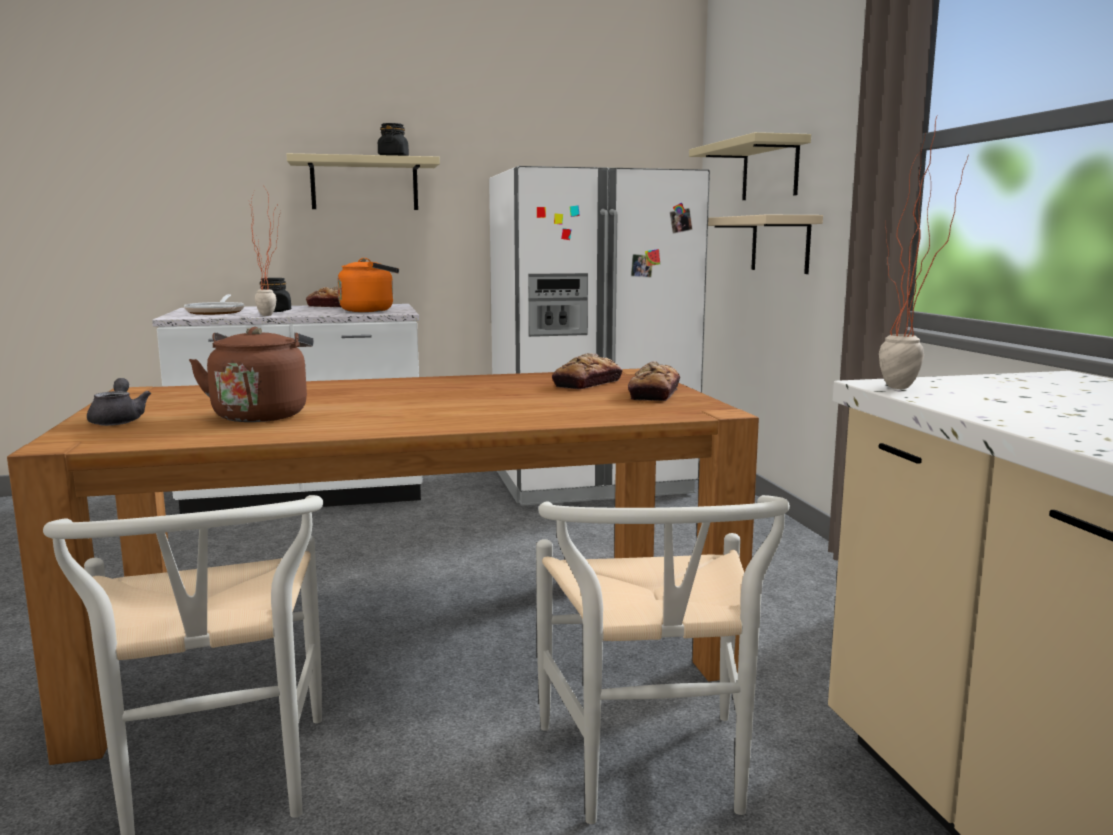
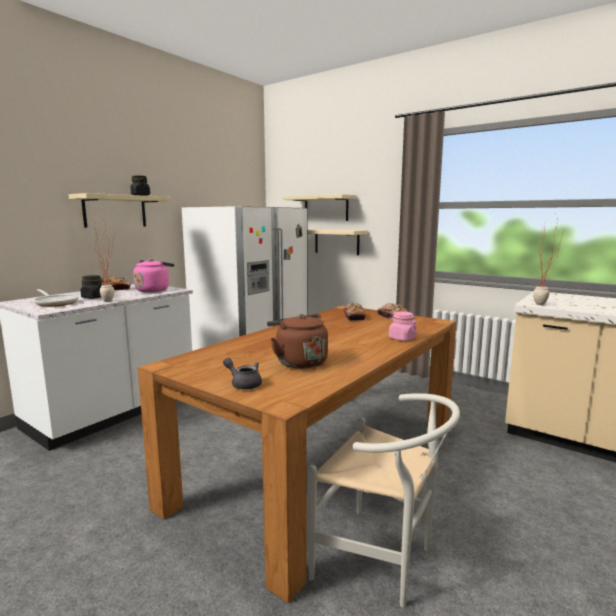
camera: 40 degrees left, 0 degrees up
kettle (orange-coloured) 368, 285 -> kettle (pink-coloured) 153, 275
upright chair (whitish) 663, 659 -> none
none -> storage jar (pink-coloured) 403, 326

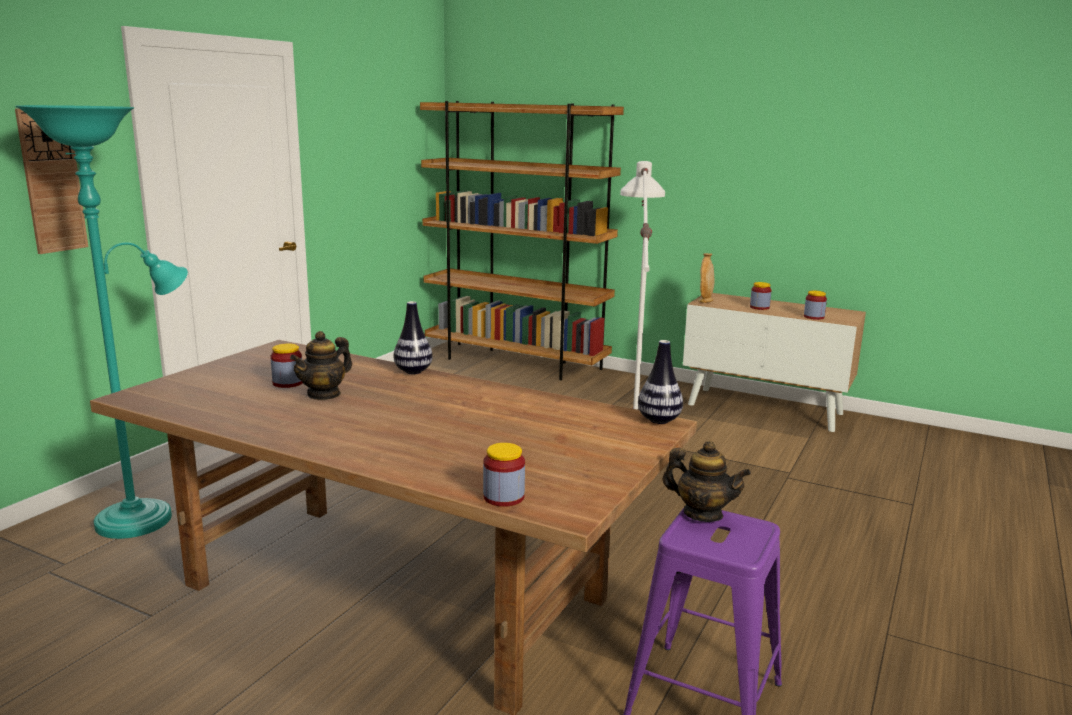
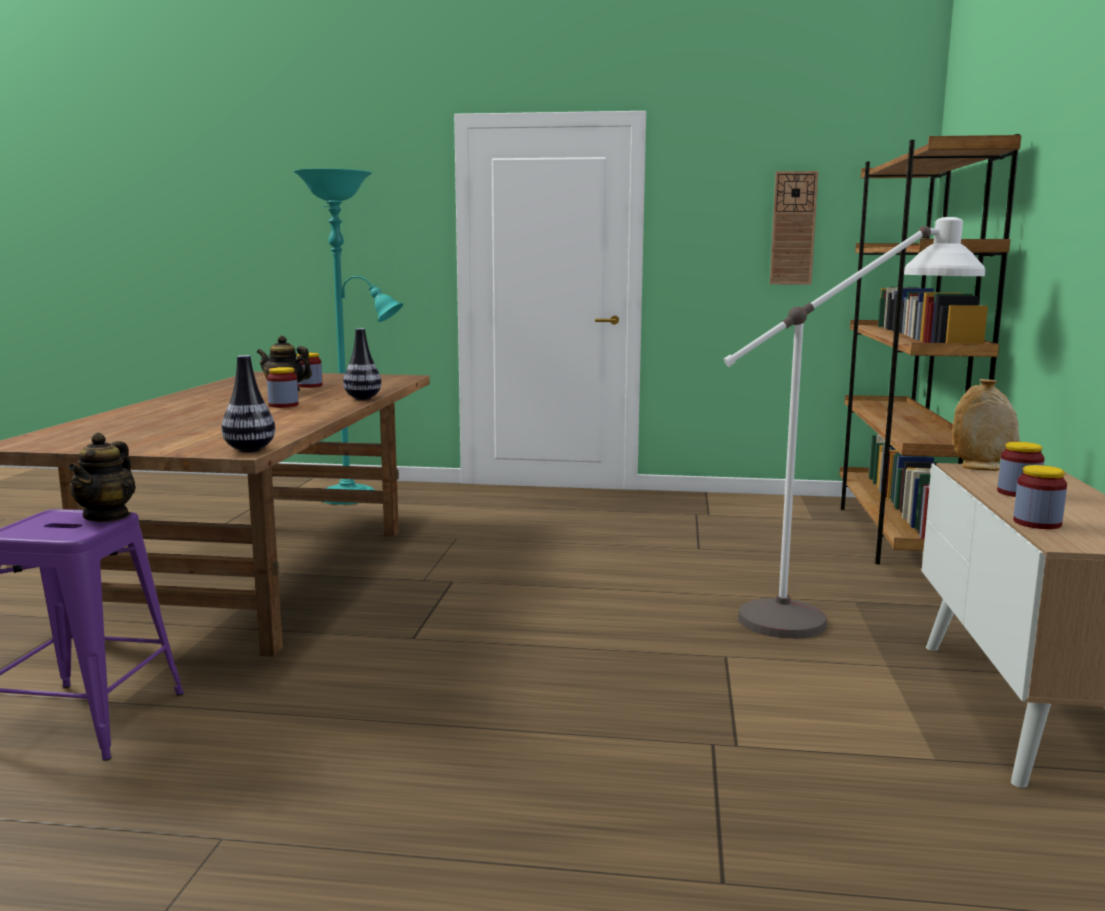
camera: 70 degrees right, 5 degrees down
hanging clock 52, 181 -> hanging clock 794, 228, relocated
storage jar 504, 475 -> storage jar 282, 387, relocated

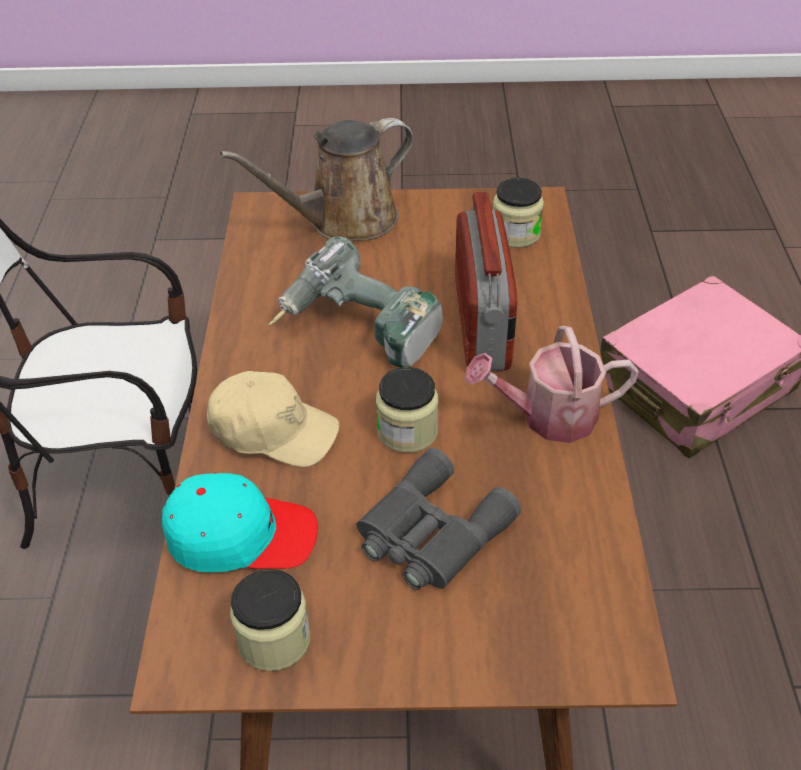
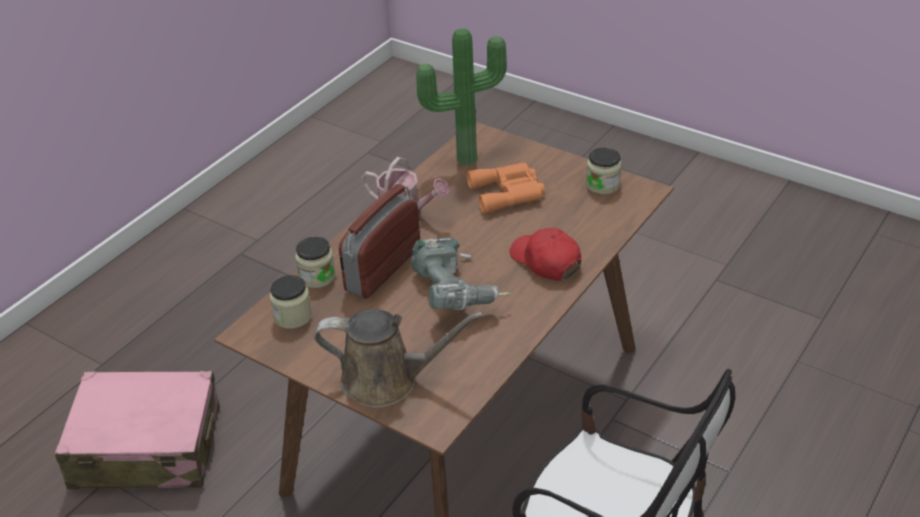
camera: 145 degrees left, 5 degrees down
cap (turquoise-coloured) 240, 522 -> none
cap (sand-coloured) 273, 419 -> cap (red) 545, 254
field glasses (greyish) 439, 519 -> field glasses (orange-coloured) 505, 188
storage jar 407, 410 -> storage jar 315, 262, relocated
none -> potted plant 461, 97

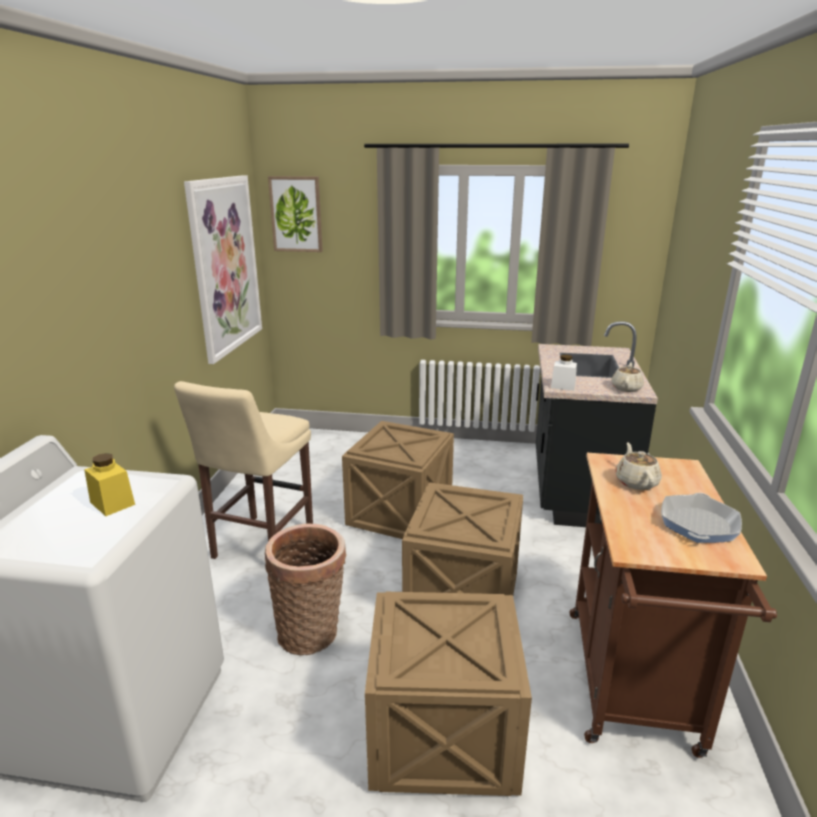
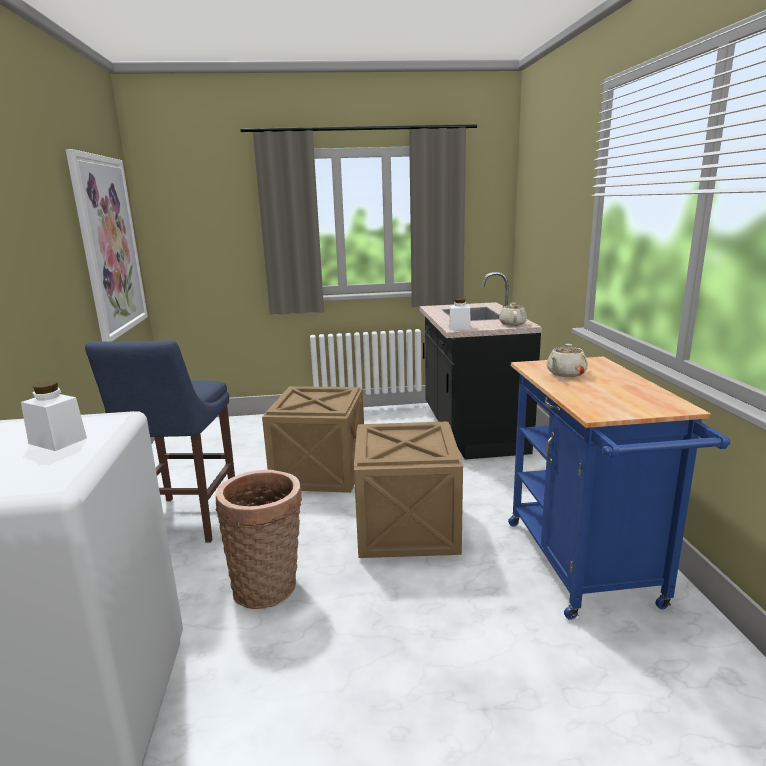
camera: 15 degrees left, 5 degrees down
storage jar (yellow-coloured) 109, 484 -> storage jar (whitish) 54, 416
stool seat (sand-coloured) 243, 470 -> stool seat (blue) 160, 441
wall art 295, 214 -> none
packing crate 448, 694 -> none
trolley (brown-coloured) 673, 605 -> trolley (blue) 619, 488
tea pot (sand-coloured) 638, 466 -> tea pot (sand-coloured) 567, 360, 120 degrees counterclockwise
skillet 701, 518 -> none

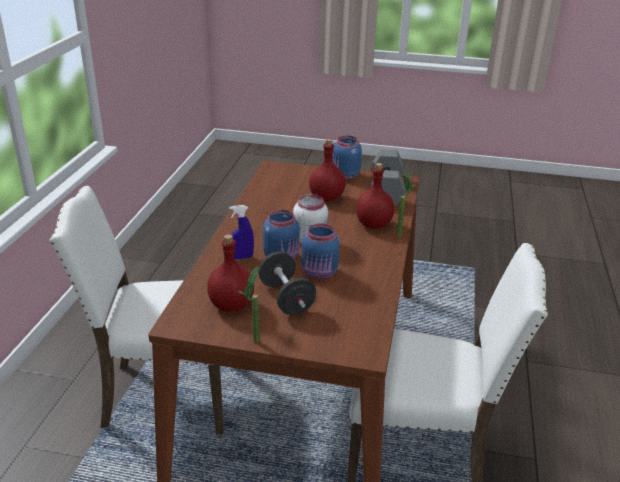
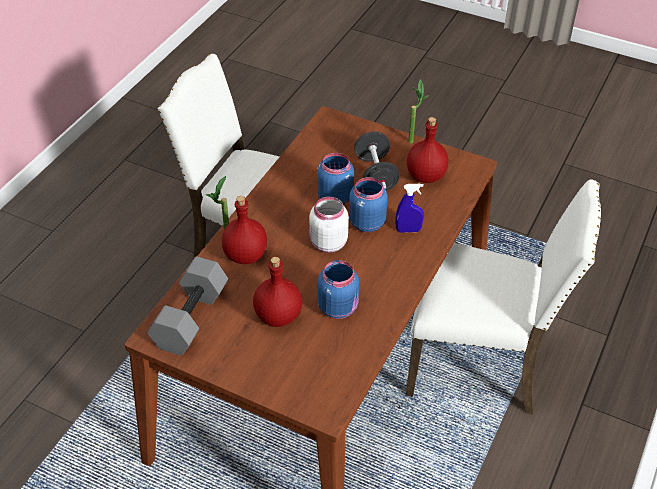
camera: 165 degrees left, 15 degrees up
storage jar (blue) 347, 157 -> storage jar (blue) 338, 289, relocated

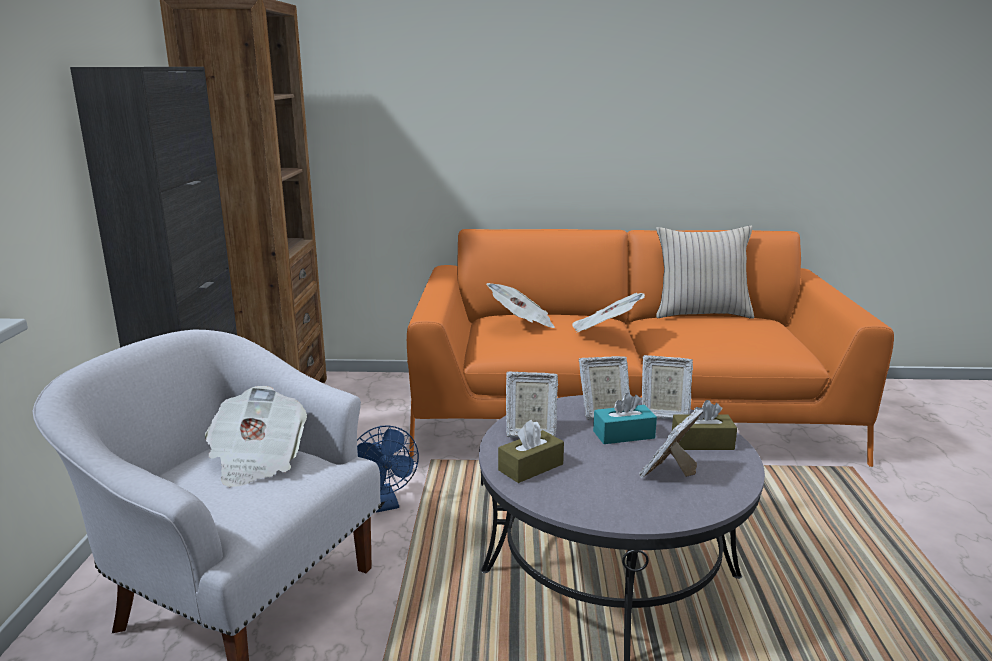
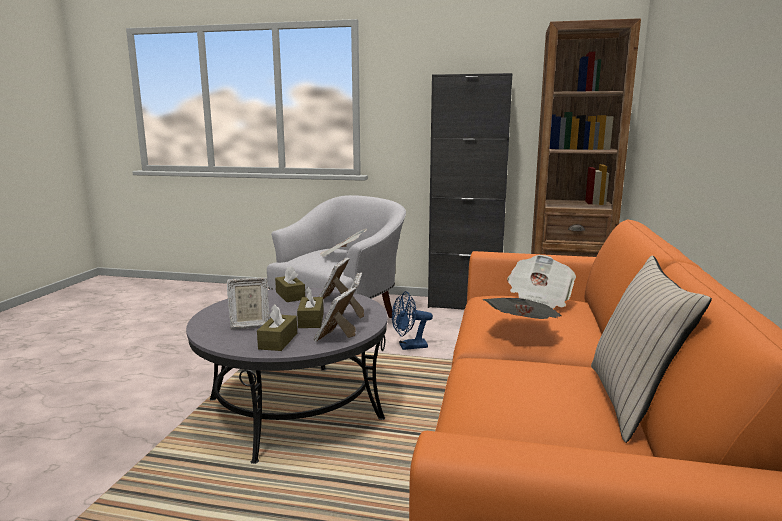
camera: 100 degrees right, 5 degrees down
tissue holder (turquoise-coloured) 625, 418 -> tissue holder (brown-coloured) 310, 307
picture frame 671, 443 -> picture frame 248, 304, 120 degrees clockwise

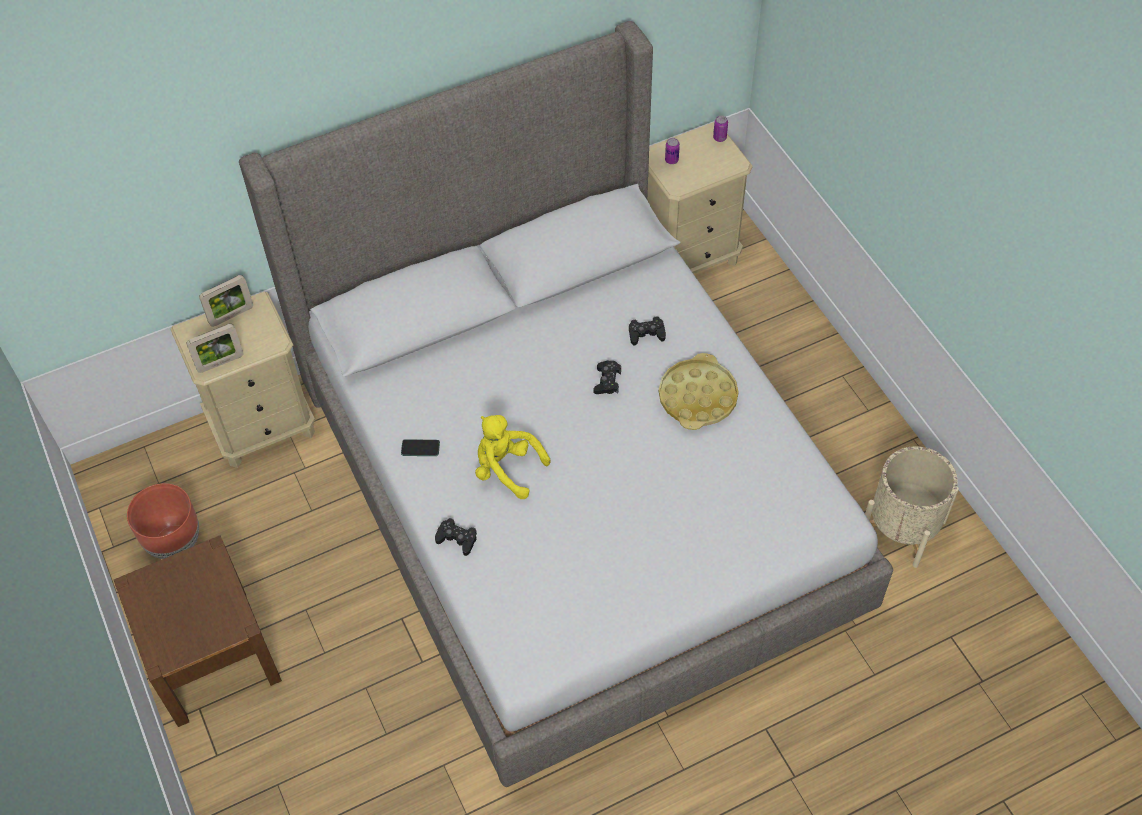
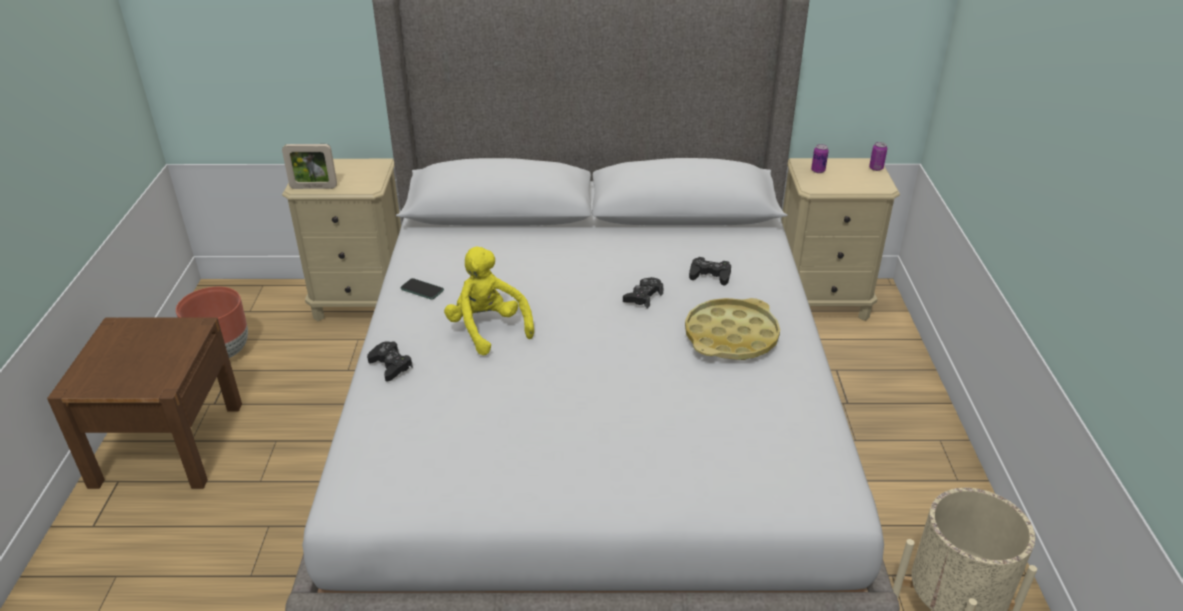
camera: 25 degrees right, 20 degrees down
picture frame 226, 301 -> none

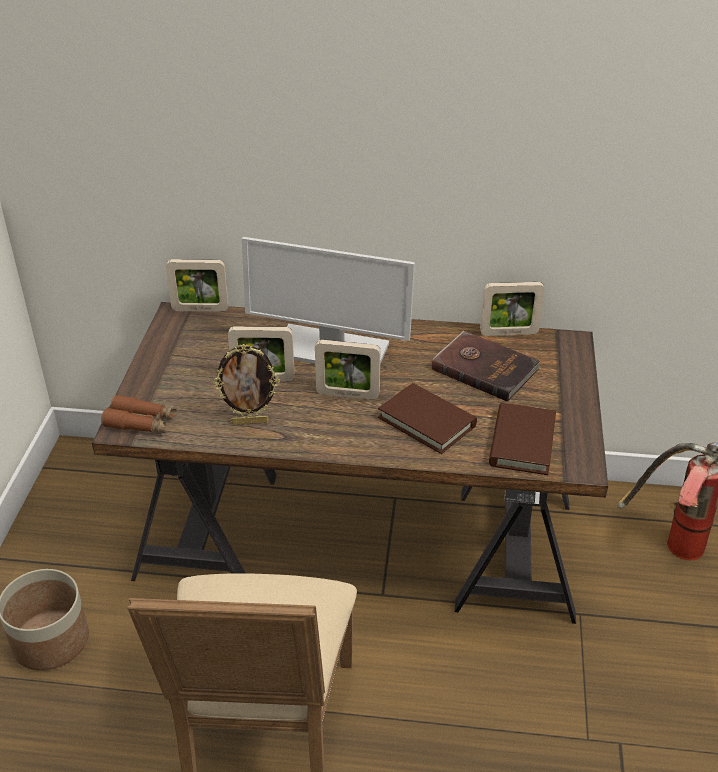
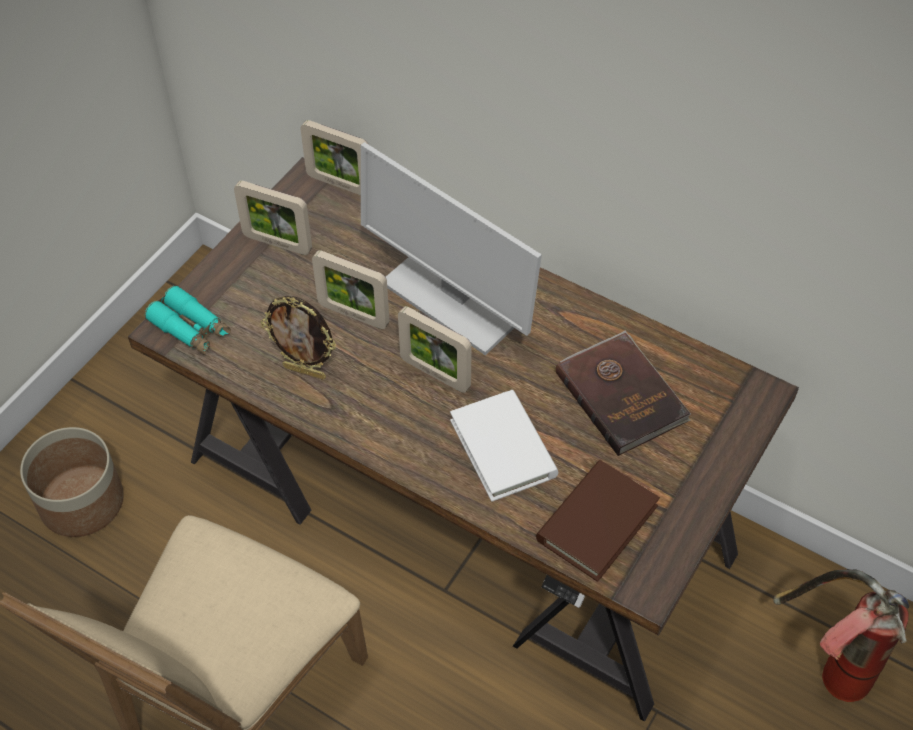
camera: 25 degrees right, 15 degrees up
field glasses (brown-coloured) 139, 414 -> field glasses (turquoise-coloured) 188, 320
bound book (brown-coloured) 427, 418 -> bound book (whitish) 504, 446
picture frame 512, 309 -> picture frame 273, 217, relocated

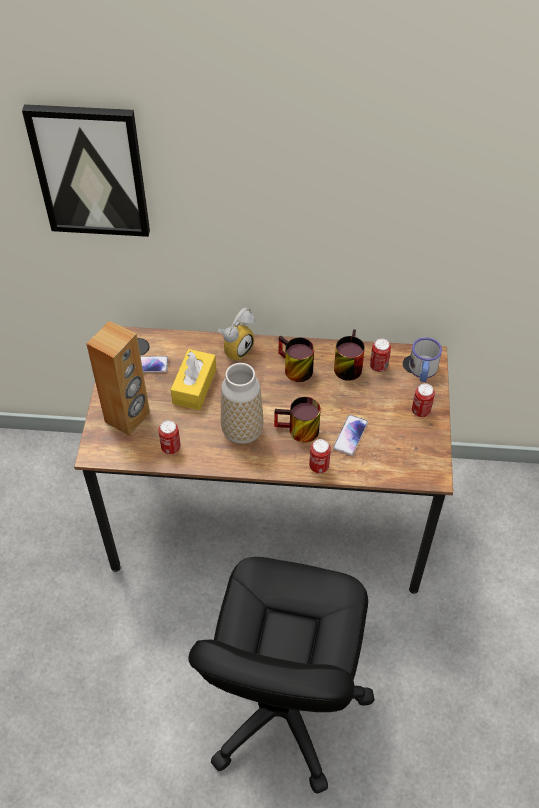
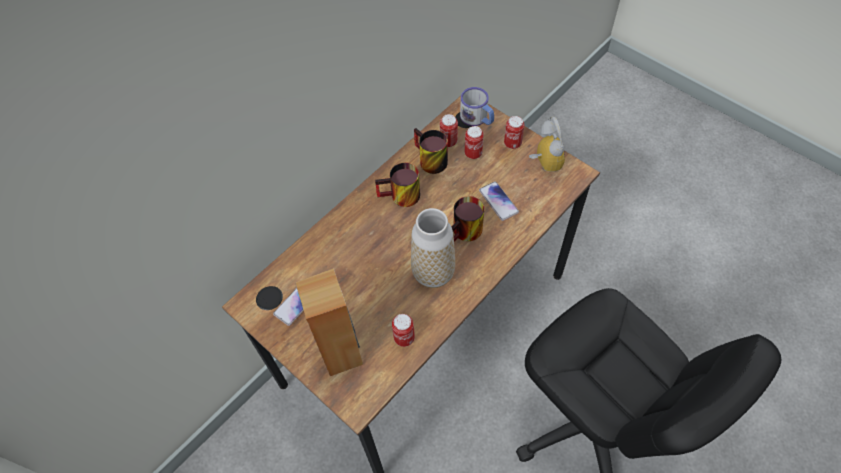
camera: 50 degrees left, 5 degrees up
wall art 86, 170 -> none
tissue holder (yellow-coloured) 193, 379 -> none
table clock 236, 335 -> table clock 547, 144, relocated
can 320, 456 -> can 474, 142, relocated

